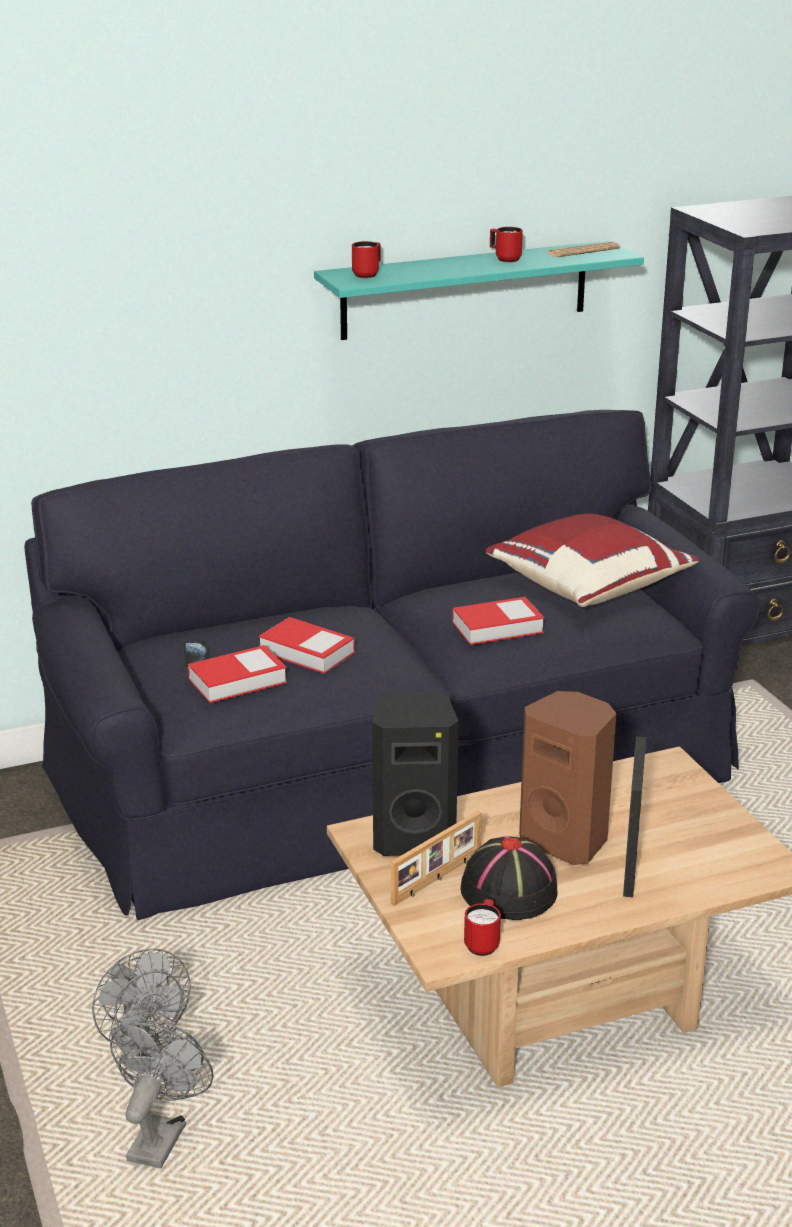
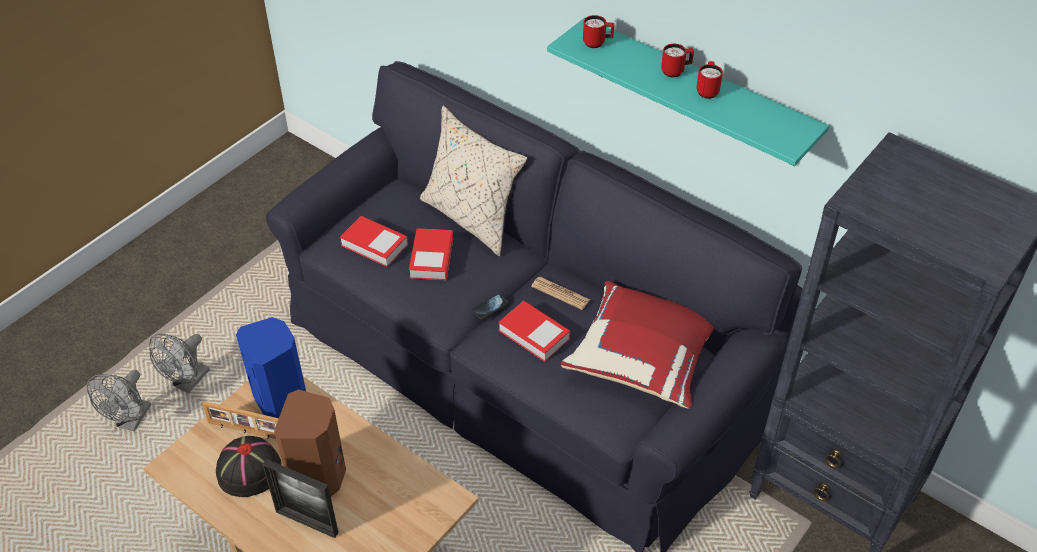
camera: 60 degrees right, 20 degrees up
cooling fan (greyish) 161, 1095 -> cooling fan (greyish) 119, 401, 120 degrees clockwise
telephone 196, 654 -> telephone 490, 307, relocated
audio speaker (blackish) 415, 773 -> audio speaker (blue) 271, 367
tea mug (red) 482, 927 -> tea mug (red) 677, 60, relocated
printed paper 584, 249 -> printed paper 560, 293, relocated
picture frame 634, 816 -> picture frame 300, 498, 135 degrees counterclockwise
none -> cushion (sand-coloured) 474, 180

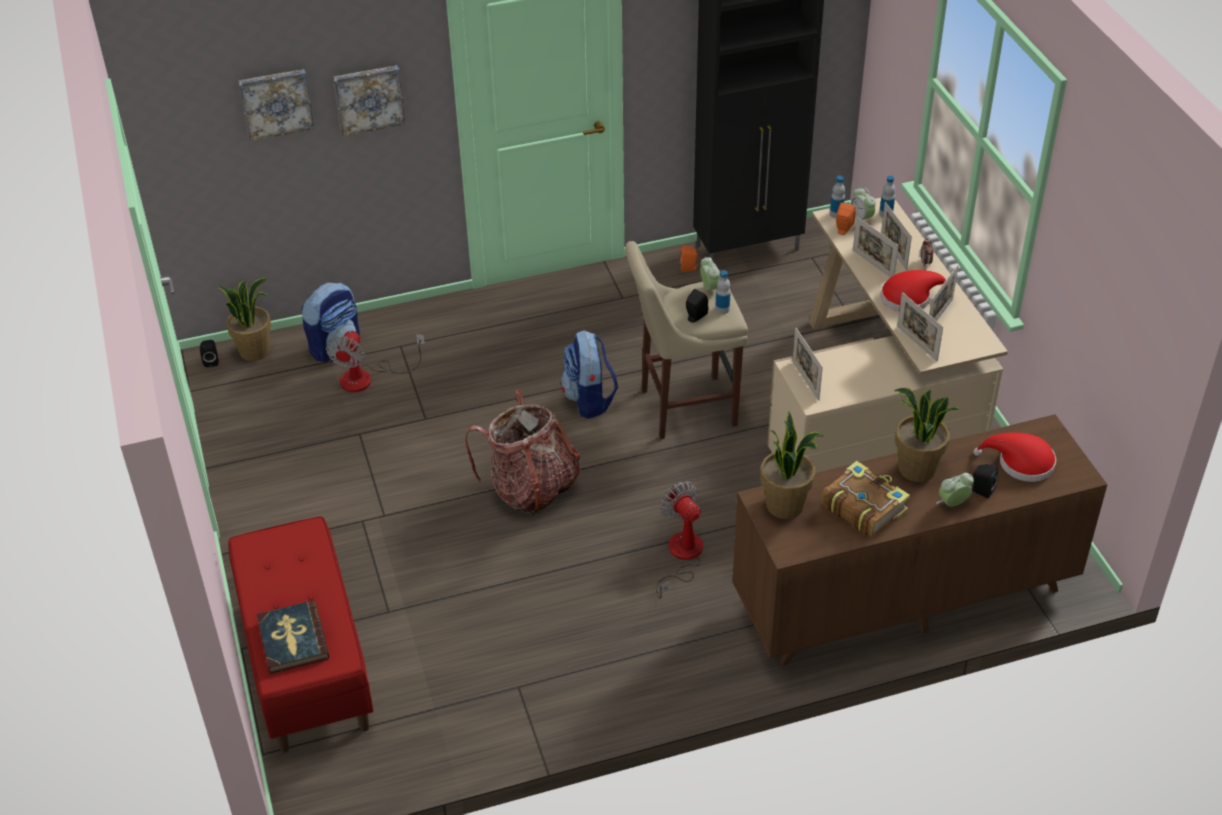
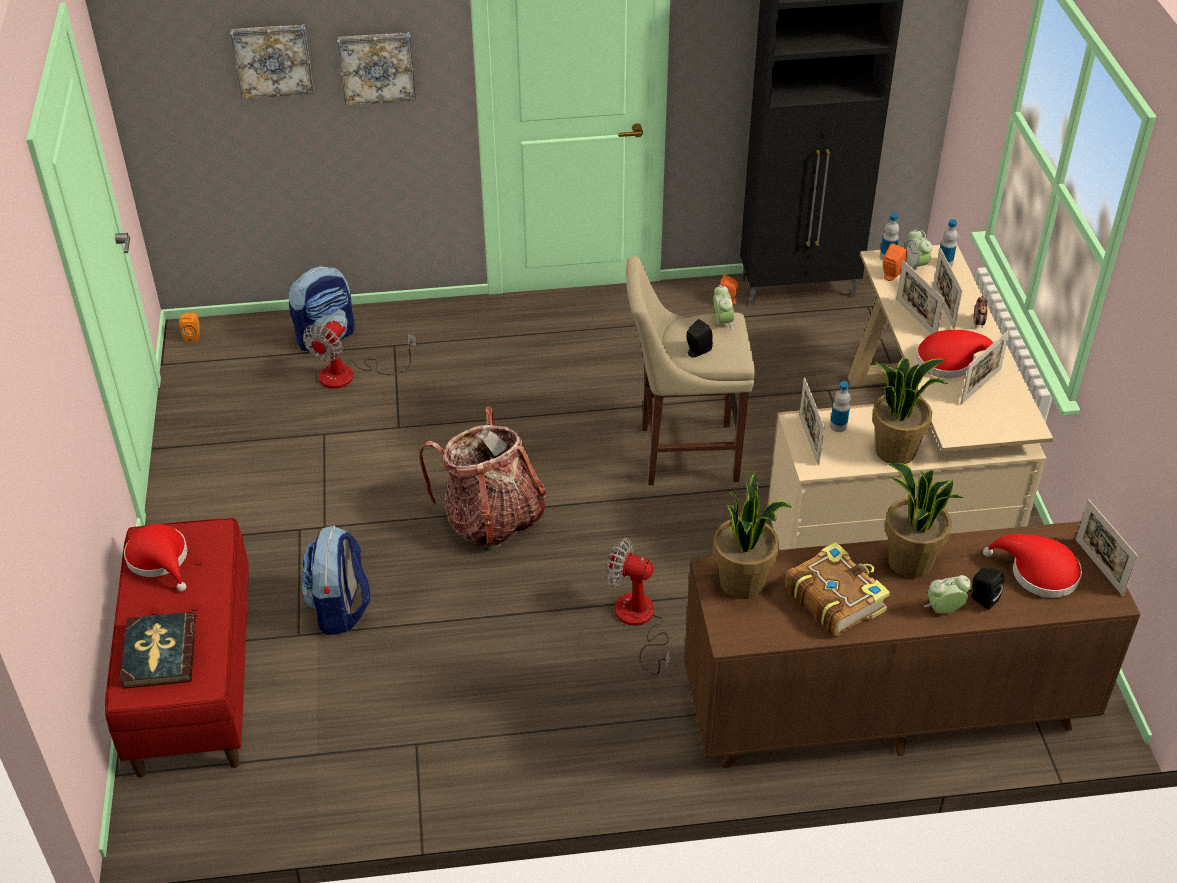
camera: 10 degrees right, 0 degrees up
audio speaker (blackish) 209, 353 -> audio speaker (orange-coloured) 189, 327
potted plant 244, 319 -> potted plant 909, 411, relocated
rucksack 589, 374 -> rucksack 335, 580, relocated
cooling fan 679, 540 -> cooling fan 638, 606, 45 degrees counterclockwise
drink bottle 723, 292 -> drink bottle 840, 406, relocated
picture frame 920, 326 -> picture frame 1106, 547, relocated
none -> wearable hat (red) 155, 557

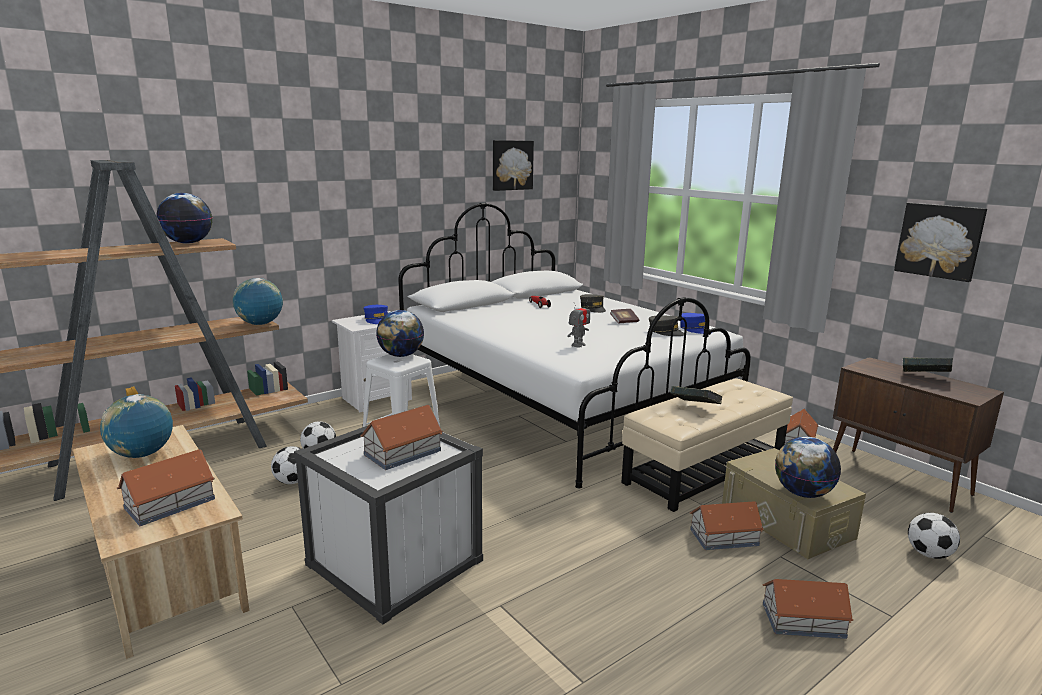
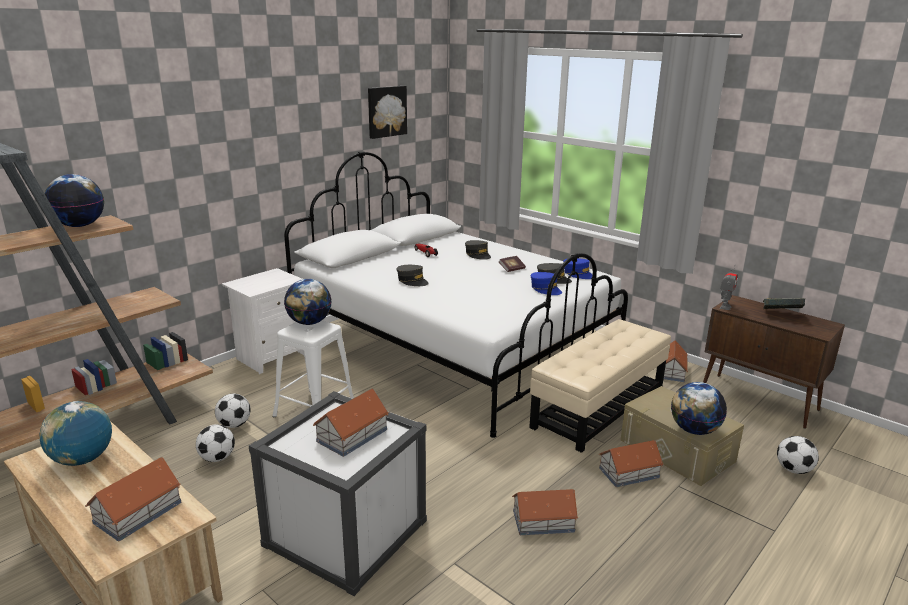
camera: 10 degrees left, 5 degrees up
desk globe 258, 301 -> none
cap (blue) 376, 314 -> cap (blue) 546, 283, relocated
robot figure 578, 323 -> robot figure 729, 288, relocated
bound book 696, 395 -> none
toy house 808, 609 -> toy house 545, 512, relocated
wall art 940, 242 -> none
none -> cap (greyish) 413, 275

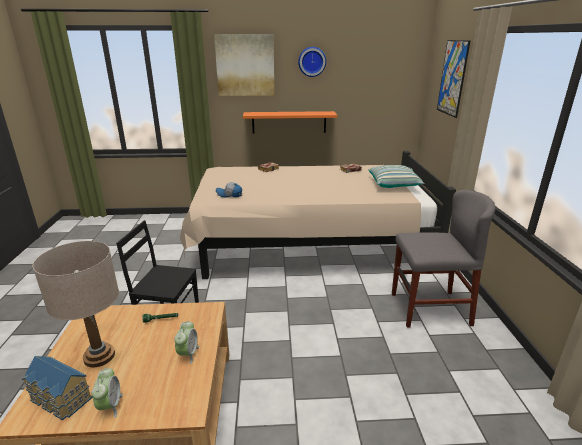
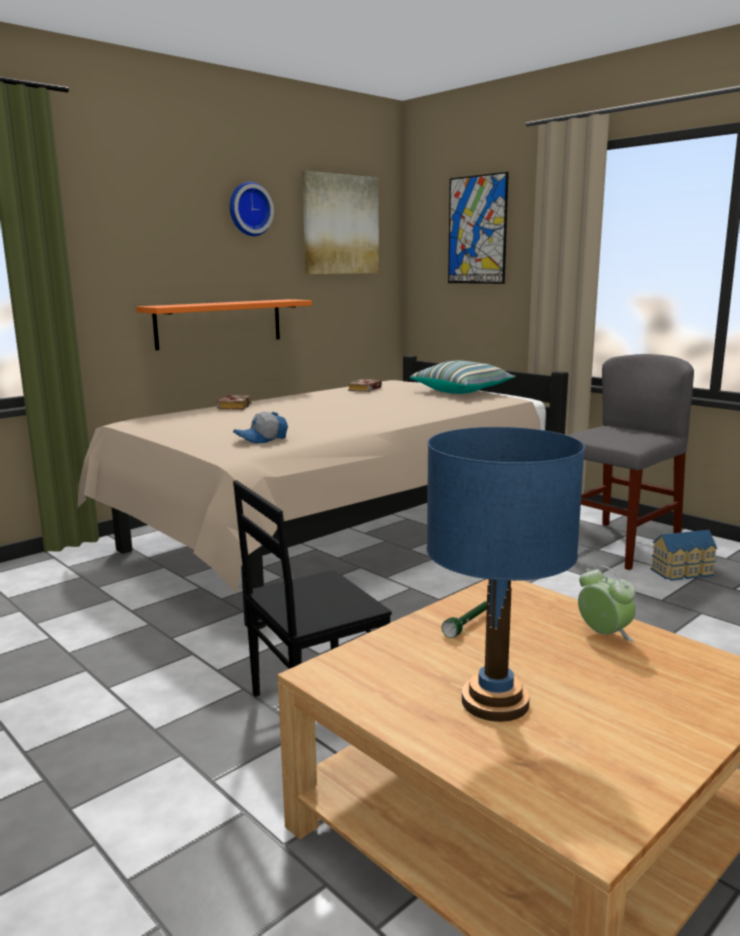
camera: 40 degrees left, 10 degrees down
toy house 57, 388 -> toy house 684, 555, relocated
lamp for a table (sand-coloured) 76, 304 -> lamp for a table (blue) 505, 574
table clock 107, 393 -> none
wall art 244, 65 -> wall art 340, 222, relocated

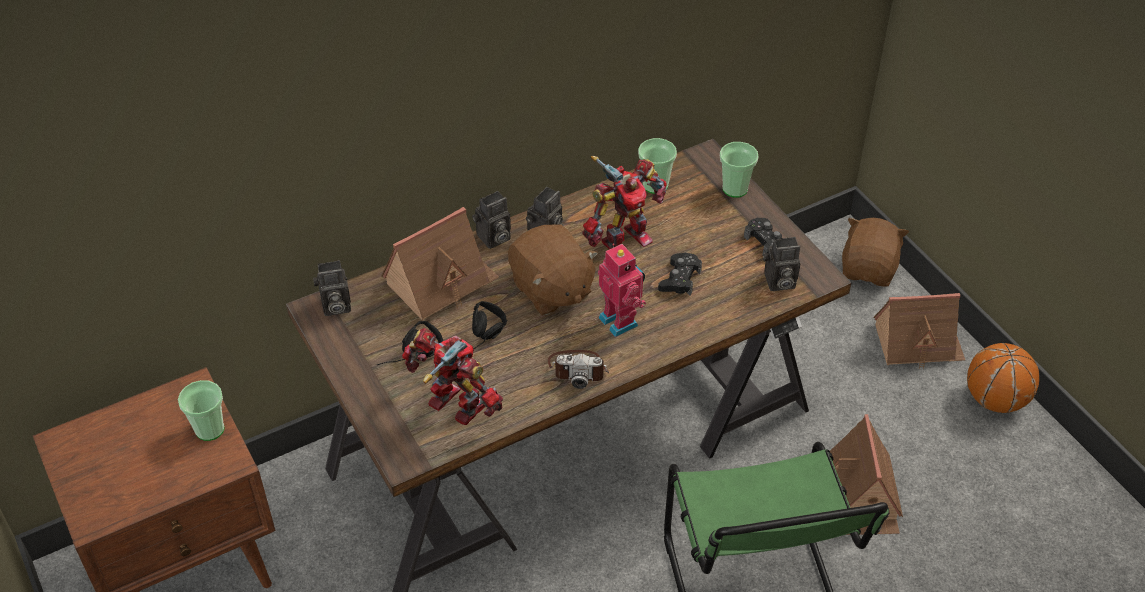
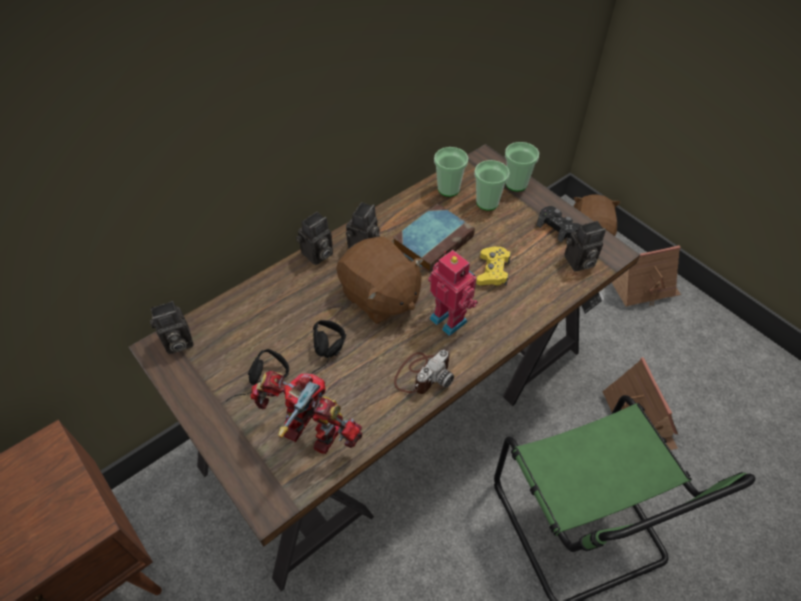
camera: 10 degrees left, 5 degrees up
small cup 201, 410 -> small cup 492, 185, relocated
toy house 440, 264 -> none
still camera 578, 369 -> still camera 424, 371, 45 degrees counterclockwise
robot figure 625, 202 -> bound book 434, 238
gamepad (blackish) 680, 274 -> gamepad (yellow-coloured) 493, 266
ball for basketball 1003, 378 -> none

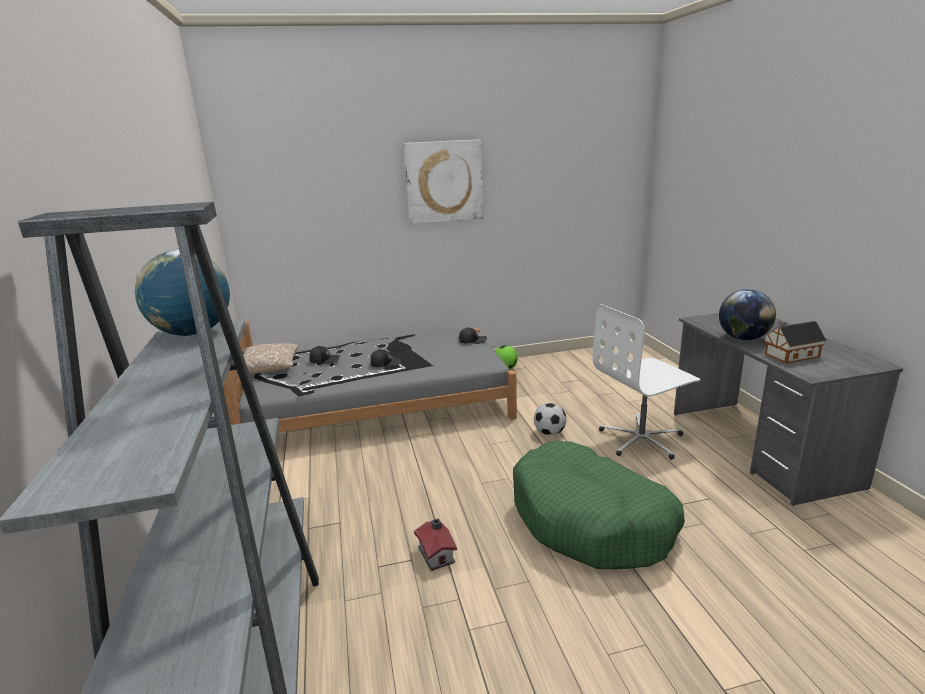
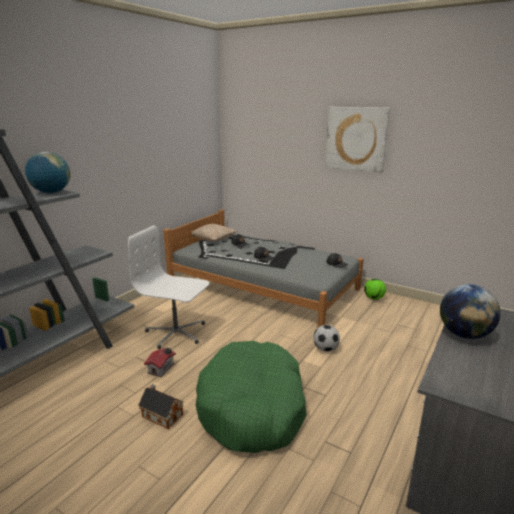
camera: 45 degrees right, 0 degrees up
desk chair (whitish) 647, 382 -> desk chair (whitish) 168, 287, relocated
toy house 795, 342 -> toy house 161, 406, relocated

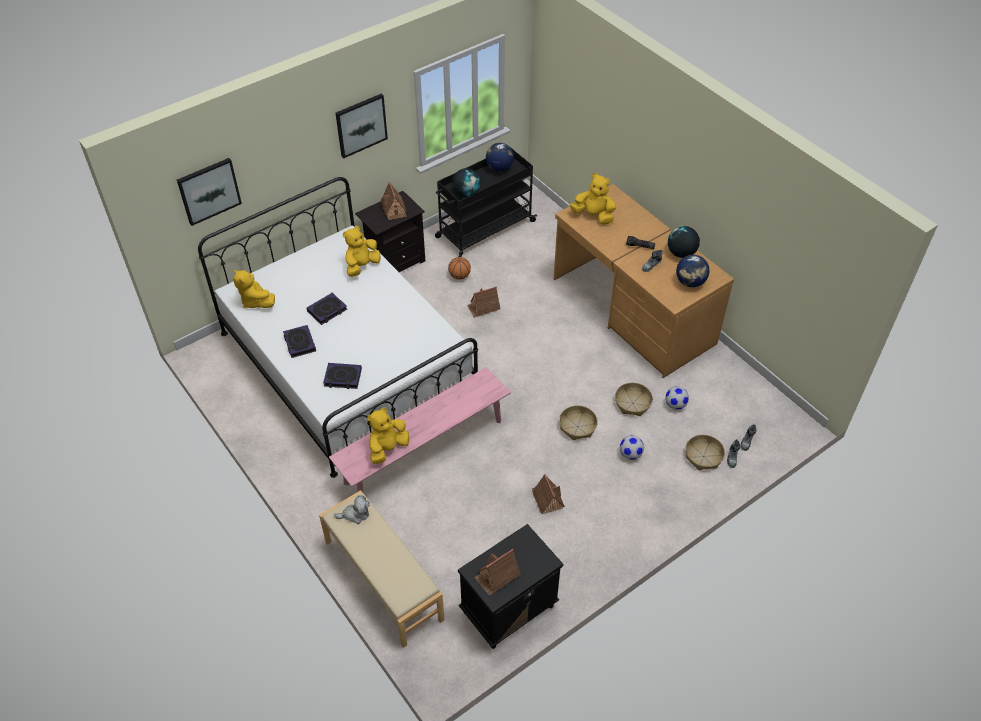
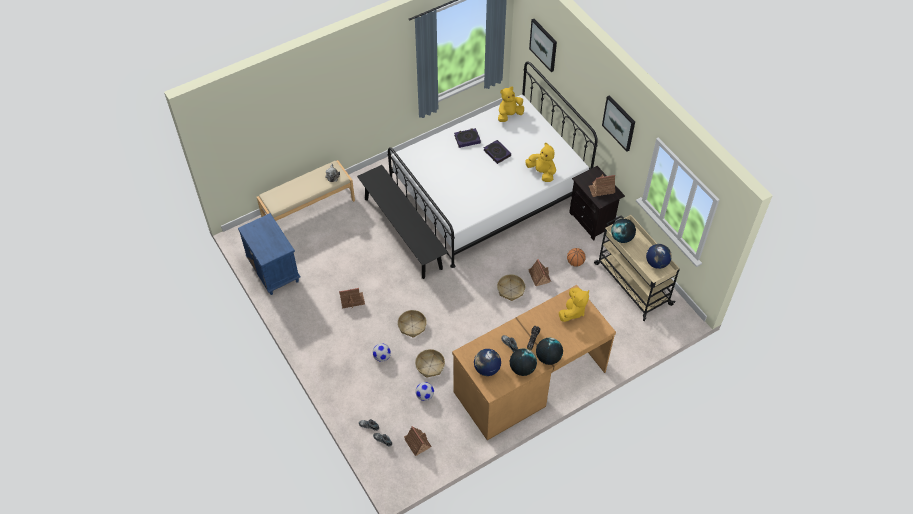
camera: 95 degrees right, 5 degrees up
bound book 342, 376 -> none
bench (pink-coloured) 420, 430 -> bench (blackish) 402, 222
cuddly toy (yellow-coloured) 388, 435 -> none
trolley (blackish) 486, 202 -> trolley (sand-coloured) 637, 268
bedside table (blackish) 510, 586 -> bedside table (blue) 269, 254
toy house 497, 572 -> toy house 418, 441, relocated
household basket 705, 452 -> household basket 511, 287, relocated
none -> desk globe 549, 351

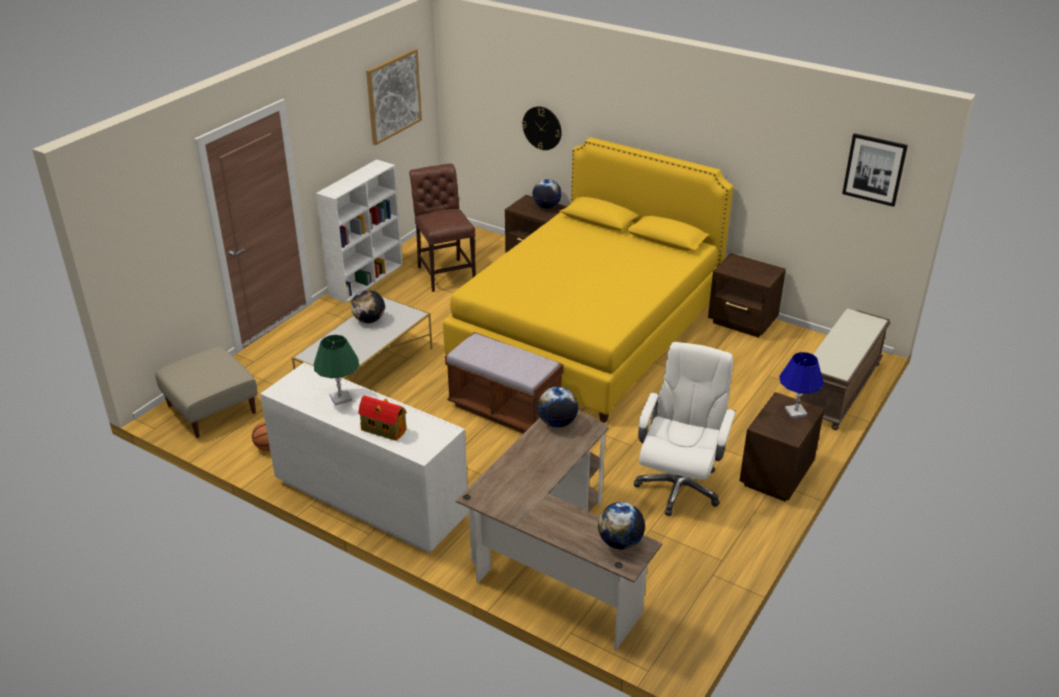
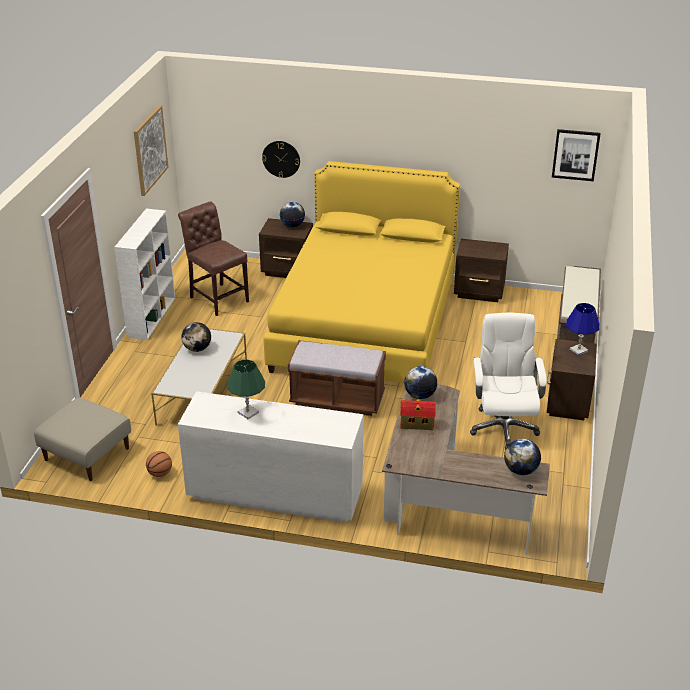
camera: 20 degrees left, 0 degrees up
toy house 382, 418 -> toy house 418, 414, relocated

